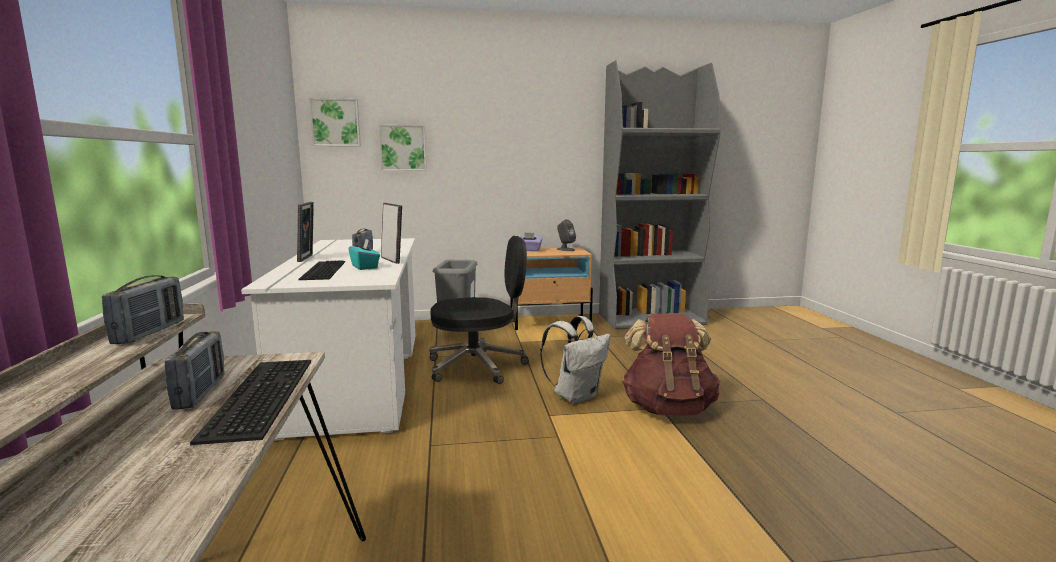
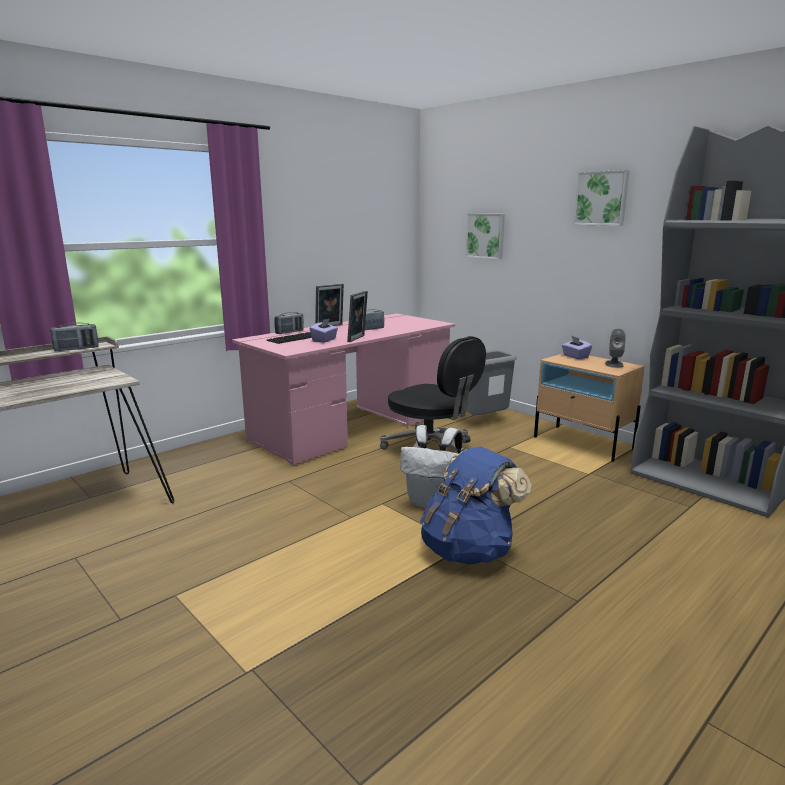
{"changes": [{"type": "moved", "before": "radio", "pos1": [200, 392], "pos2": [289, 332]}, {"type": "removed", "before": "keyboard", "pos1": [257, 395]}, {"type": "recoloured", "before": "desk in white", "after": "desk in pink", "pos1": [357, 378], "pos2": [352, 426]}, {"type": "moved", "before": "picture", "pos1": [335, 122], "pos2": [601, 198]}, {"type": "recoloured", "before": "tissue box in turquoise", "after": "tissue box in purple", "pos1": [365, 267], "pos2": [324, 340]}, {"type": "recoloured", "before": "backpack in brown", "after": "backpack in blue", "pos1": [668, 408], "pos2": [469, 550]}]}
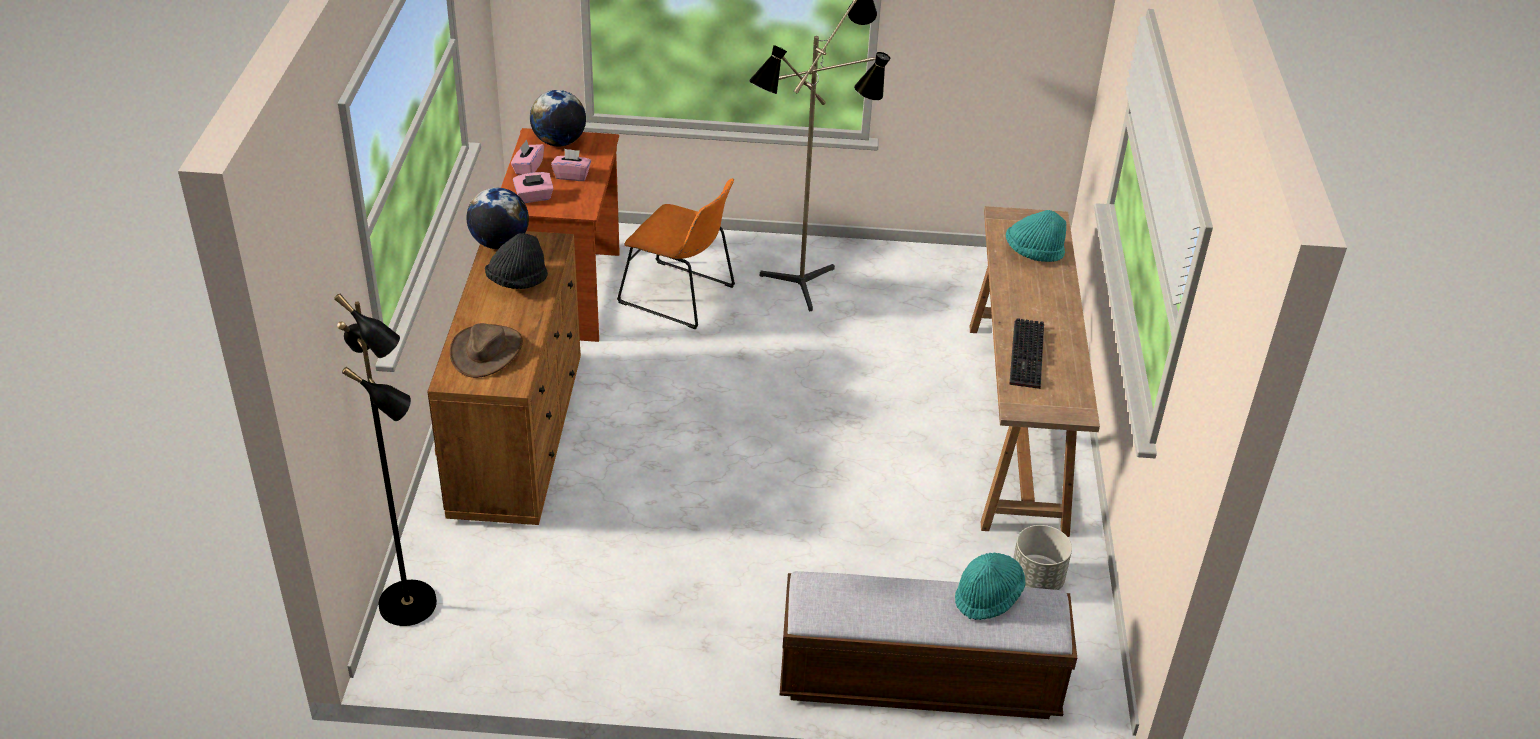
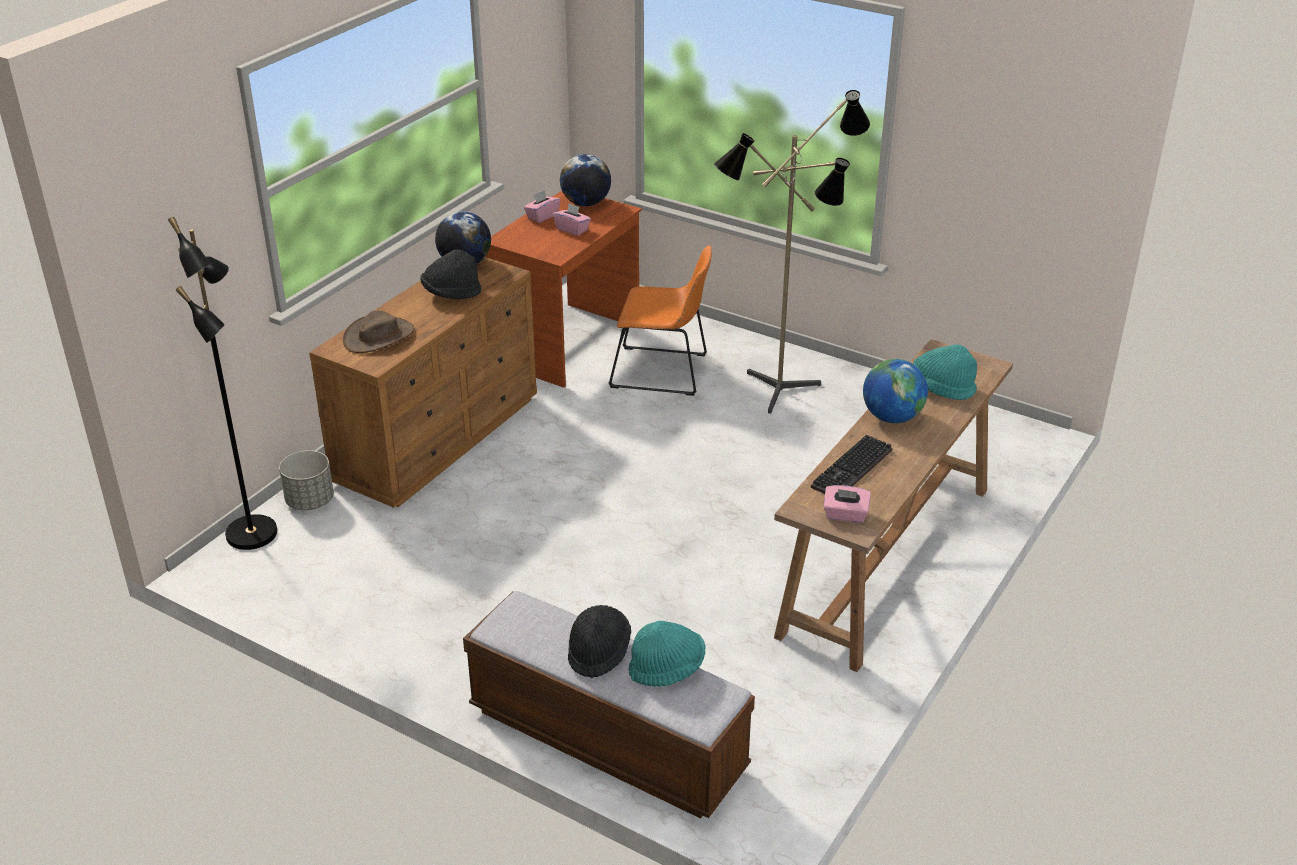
{"changes": [{"type": "moved", "before": "tissue box in pink", "pos1": [534, 197], "pos2": [845, 515]}, {"type": "turned", "before": "chair in orange", "pos1": [681, 296], "pos2": [663, 372], "turn": -45}, {"type": "moved", "before": "planter in grey", "pos1": [1037, 580], "pos2": [310, 502]}, {"type": "added", "after": "hat in black", "pos2": [598, 652]}, {"type": "added", "after": "globe", "pos2": [892, 417]}]}
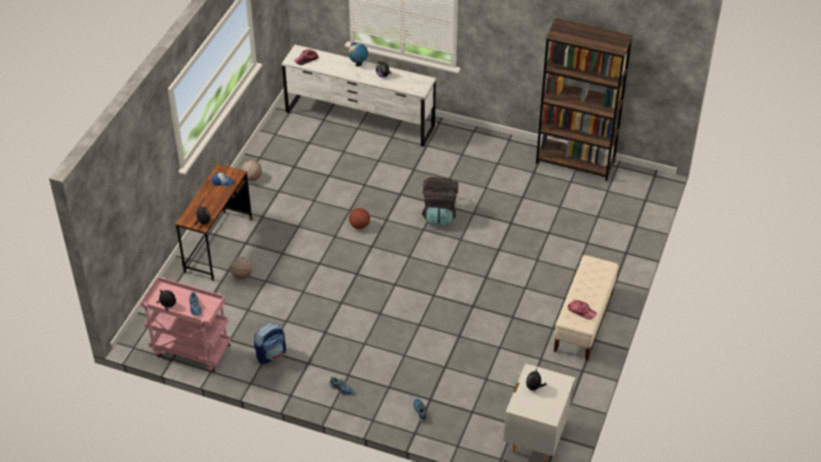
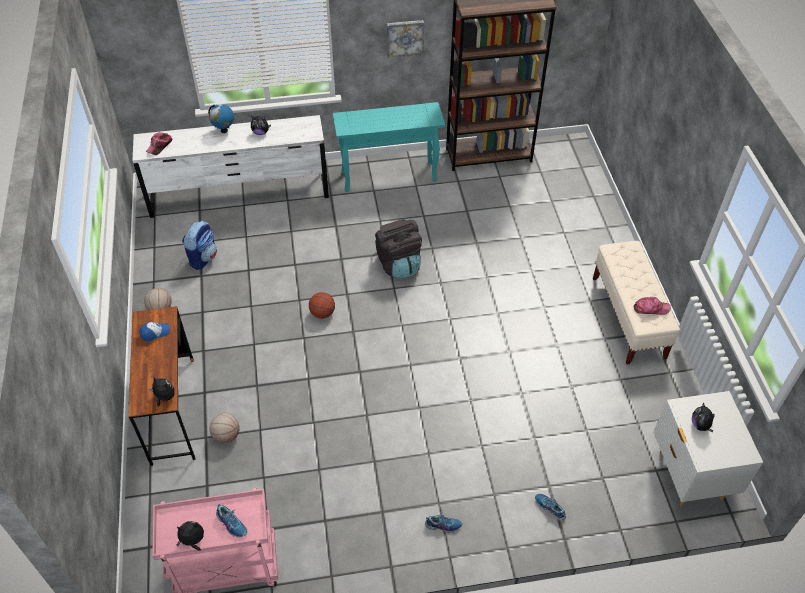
{"changes": [{"type": "moved", "before": "backpack", "pos1": [271, 354], "pos2": [203, 258]}, {"type": "added", "after": "console table in turquoise", "pos2": [390, 176]}, {"type": "added", "after": "picture", "pos2": [405, 37]}]}
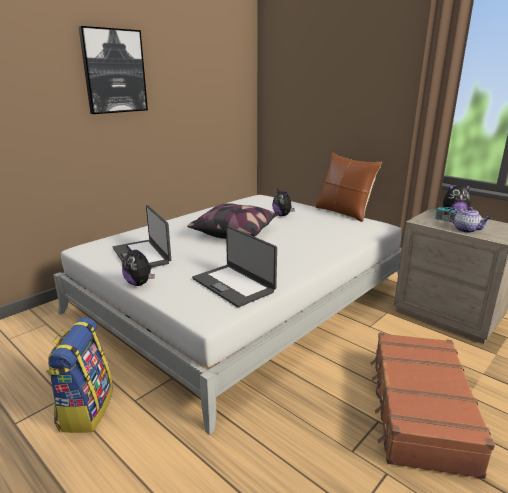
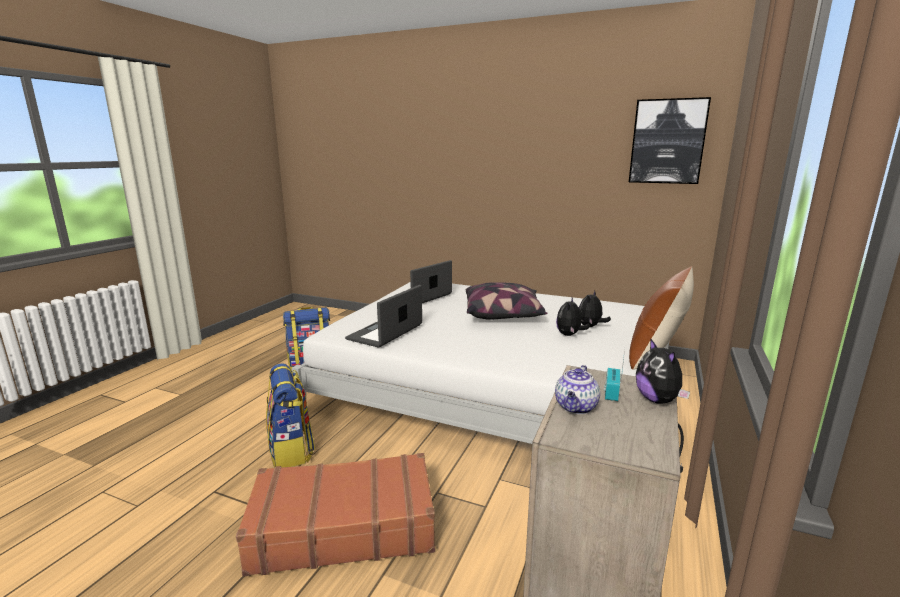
{"changes": [{"type": "moved", "before": "picture", "pos1": [114, 71], "pos2": [667, 141]}, {"type": "moved", "before": "plush toy", "pos1": [139, 283], "pos2": [569, 335]}, {"type": "added", "after": "backpack", "pos2": [291, 451]}]}
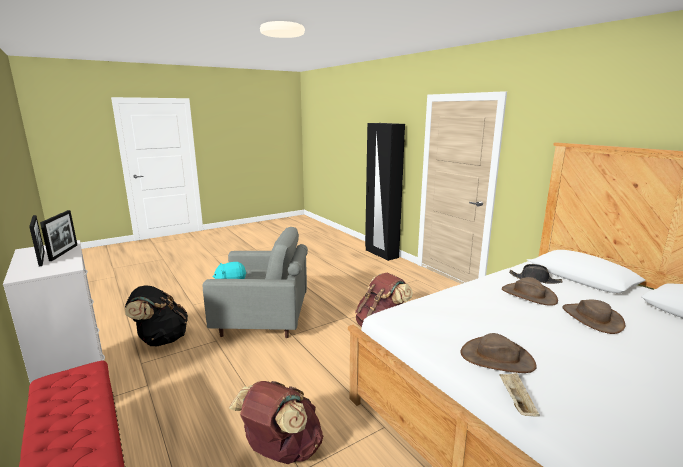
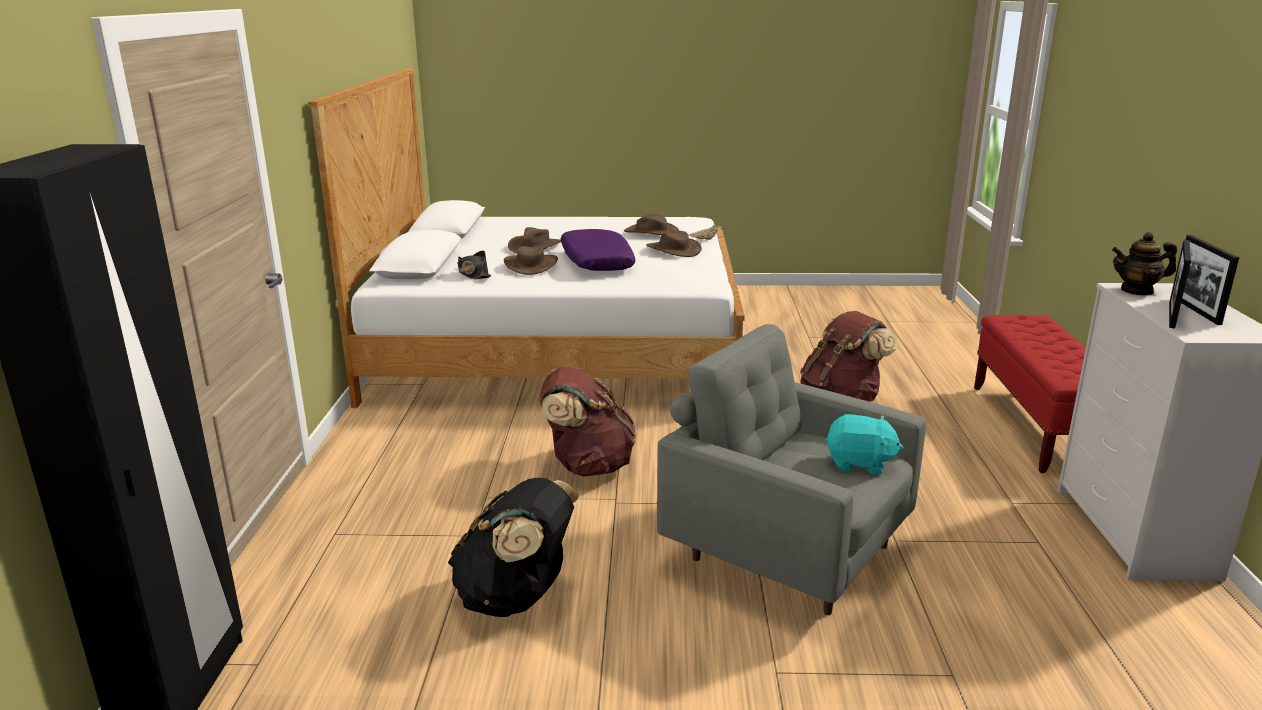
{"changes": [{"type": "moved", "before": "backpack in black", "pos1": [161, 339], "pos2": [517, 598]}, {"type": "added", "after": "pillow in purple", "pos2": [596, 262]}, {"type": "added", "after": "hat in brown", "pos2": [651, 232]}, {"type": "added", "after": "teapot", "pos2": [1137, 290]}]}
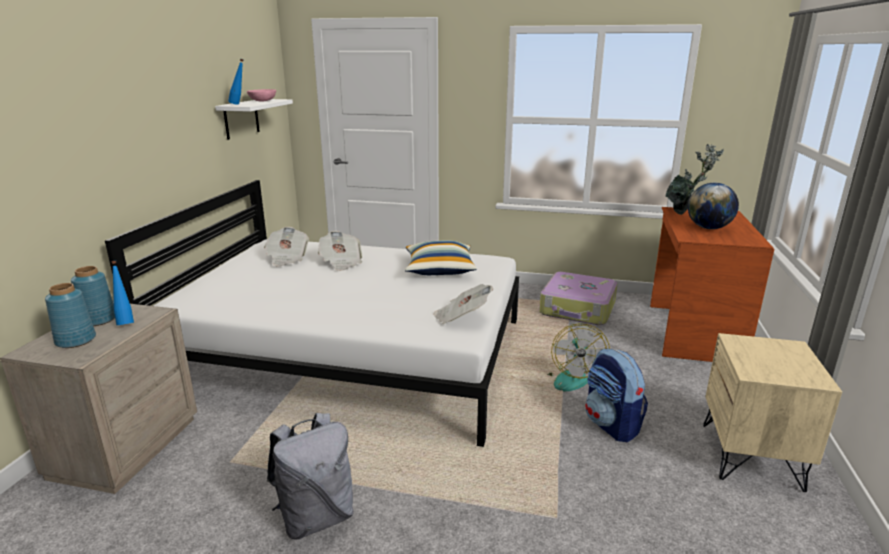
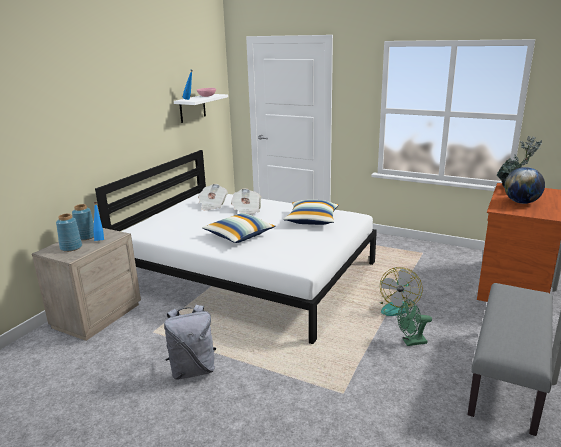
{"changes": [{"type": "removed", "before": "newspaper", "pos1": [461, 318]}, {"type": "removed", "before": "suitcase", "pos1": [578, 309]}, {"type": "replaced", "before": "backpack", "after": "fan in green", "pos1": [611, 425], "pos2": [411, 342]}, {"type": "replaced", "before": "nightstand in beige", "after": "bench in grey", "pos1": [751, 456], "pos2": [508, 377]}, {"type": "added", "after": "pillow", "pos2": [239, 236]}]}
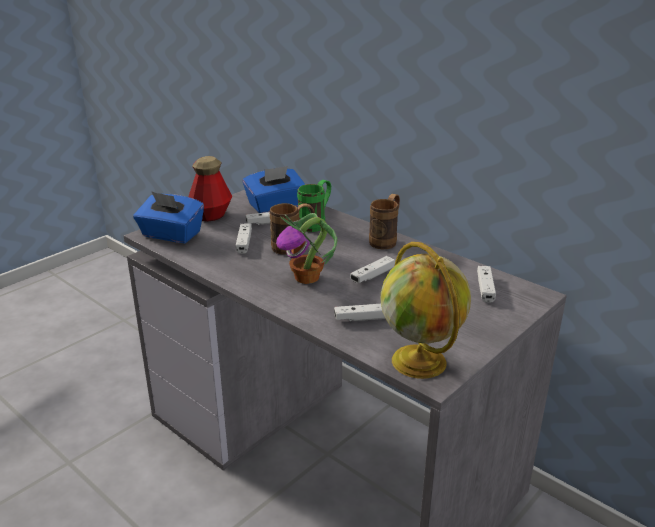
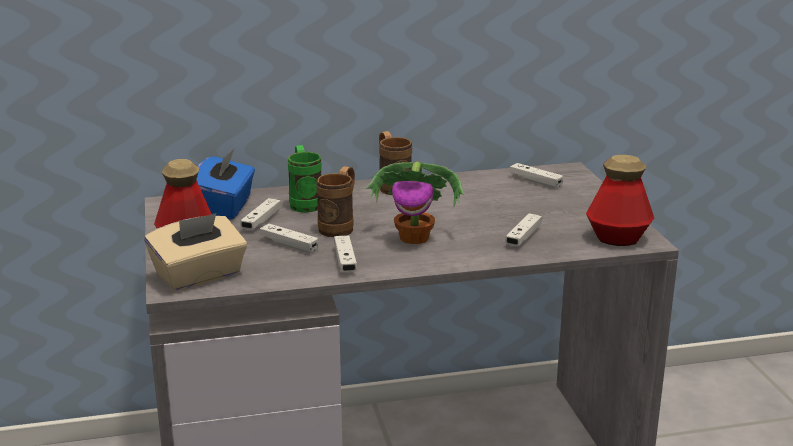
{"changes": [{"type": "recoloured", "before": "tissue box in blue", "after": "tissue box in beige", "pos1": [171, 235], "pos2": [199, 276]}, {"type": "moved", "before": "game controller in white", "pos1": [372, 276], "pos2": [345, 261]}, {"type": "replaced", "before": "globe", "after": "bottle", "pos1": [420, 362], "pos2": [617, 238]}]}
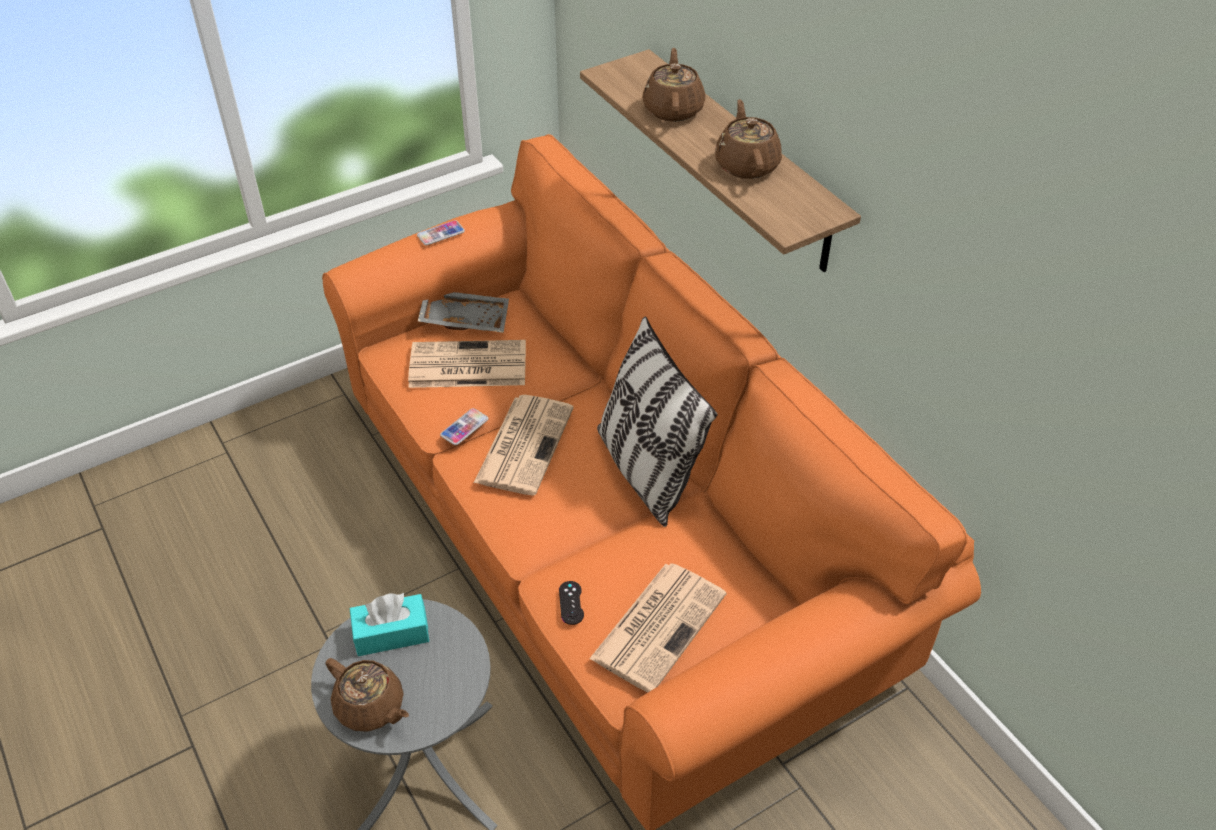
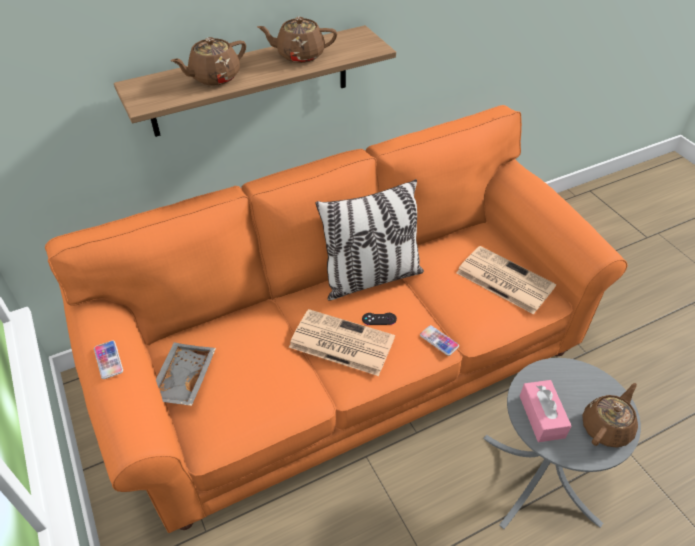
{"changes": [{"type": "recoloured", "before": "tissue box in turquoise", "after": "tissue box in pink", "pos1": [391, 633], "pos2": [541, 416]}, {"type": "removed", "before": "newspaper", "pos1": [466, 366]}, {"type": "moved", "before": "phone", "pos1": [464, 427], "pos2": [439, 341]}, {"type": "moved", "before": "game controller in black", "pos1": [571, 603], "pos2": [379, 319]}, {"type": "turned", "before": "teapot in brown", "pos1": [673, 109], "pos2": [214, 77], "turn": -45}]}
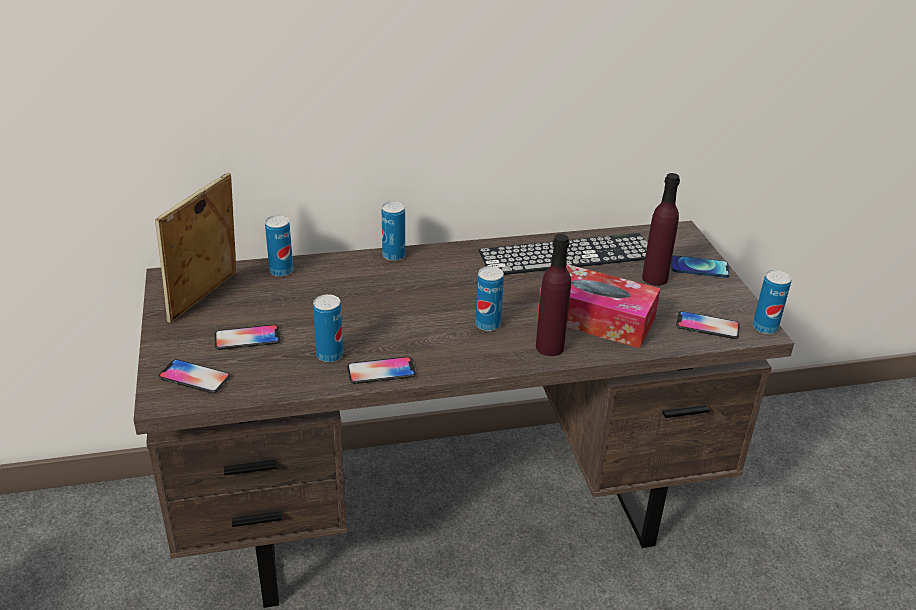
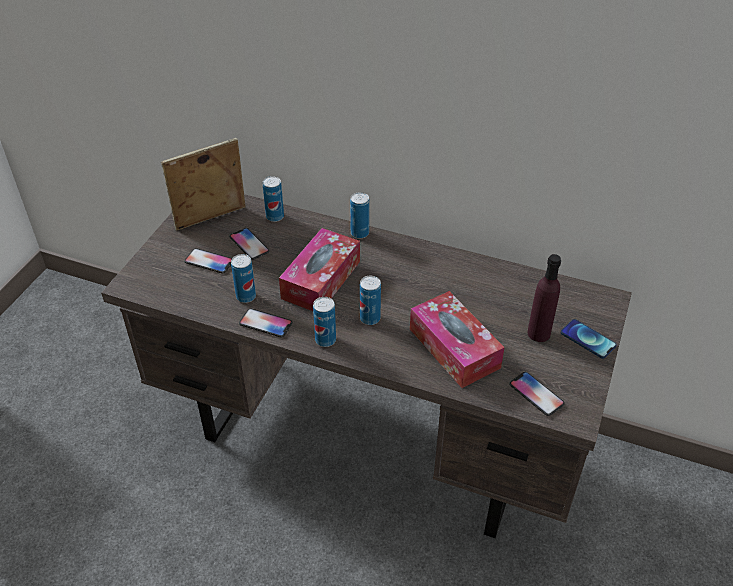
{"changes": [{"type": "moved", "before": "phone", "pos1": [194, 377], "pos2": [249, 244]}, {"type": "removed", "before": "keyboard", "pos1": [567, 255]}, {"type": "removed", "before": "bottle in purple", "pos1": [549, 347]}, {"type": "moved", "before": "can", "pos1": [765, 328], "pos2": [325, 340]}, {"type": "added", "after": "tissue box", "pos2": [321, 280]}]}
